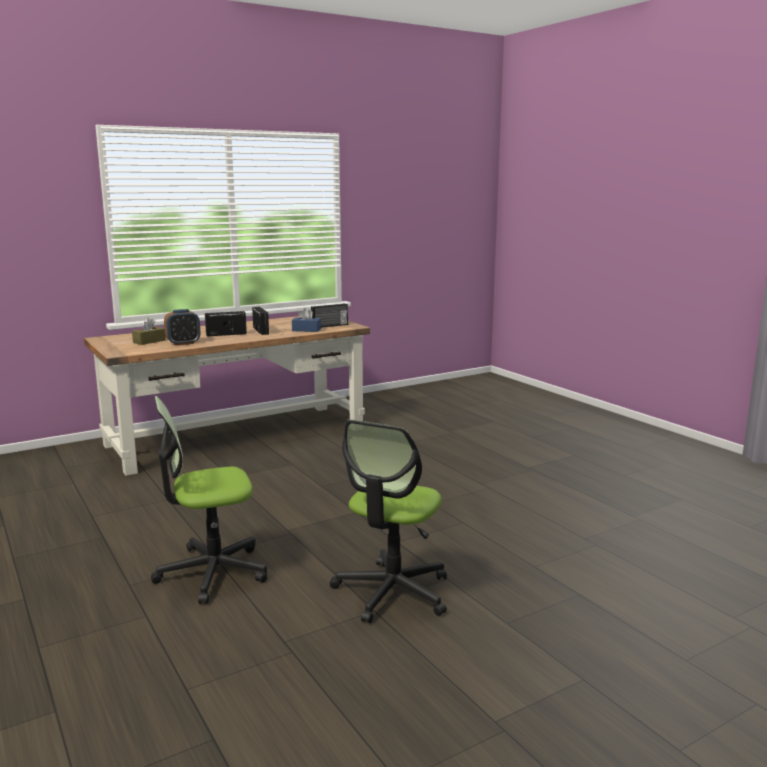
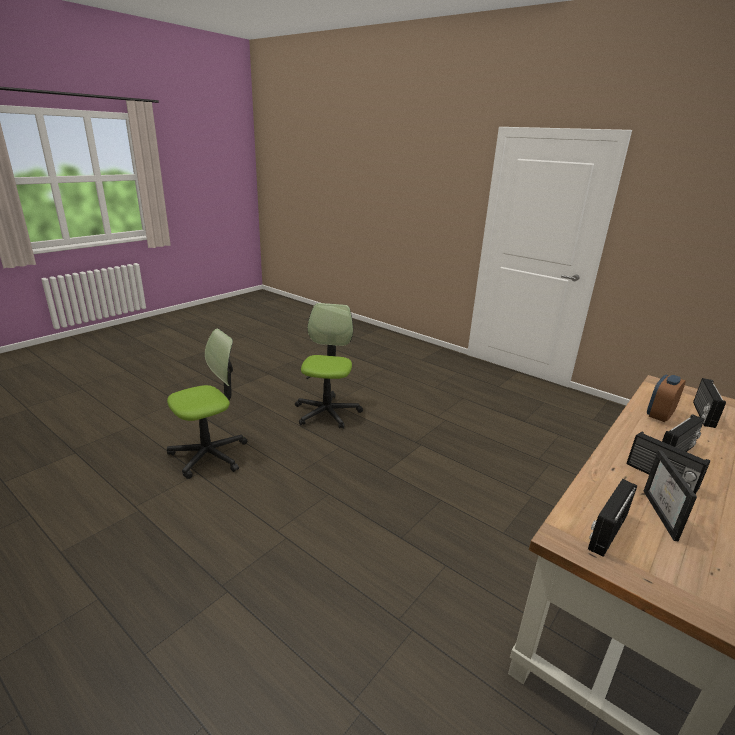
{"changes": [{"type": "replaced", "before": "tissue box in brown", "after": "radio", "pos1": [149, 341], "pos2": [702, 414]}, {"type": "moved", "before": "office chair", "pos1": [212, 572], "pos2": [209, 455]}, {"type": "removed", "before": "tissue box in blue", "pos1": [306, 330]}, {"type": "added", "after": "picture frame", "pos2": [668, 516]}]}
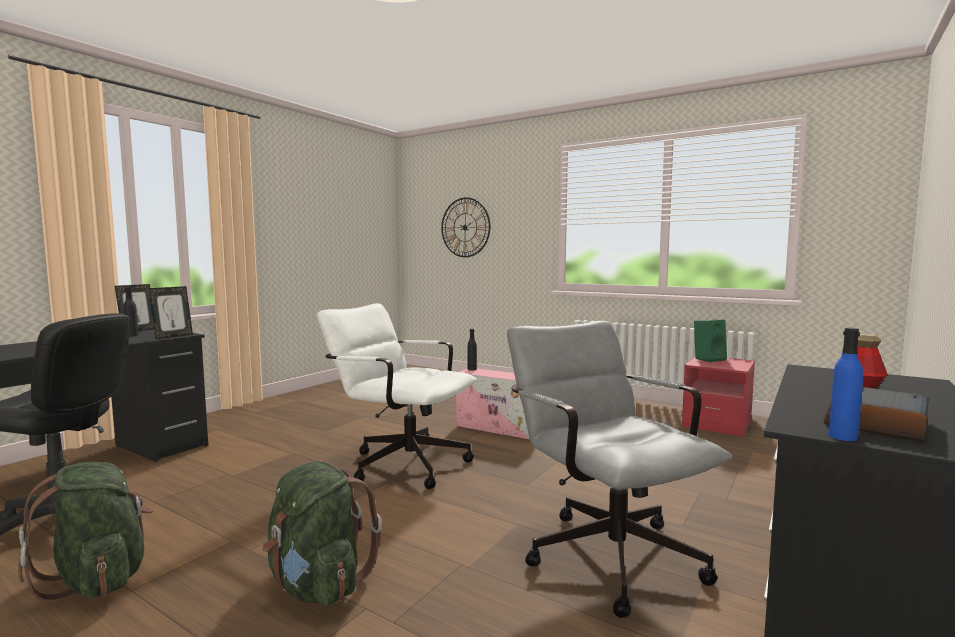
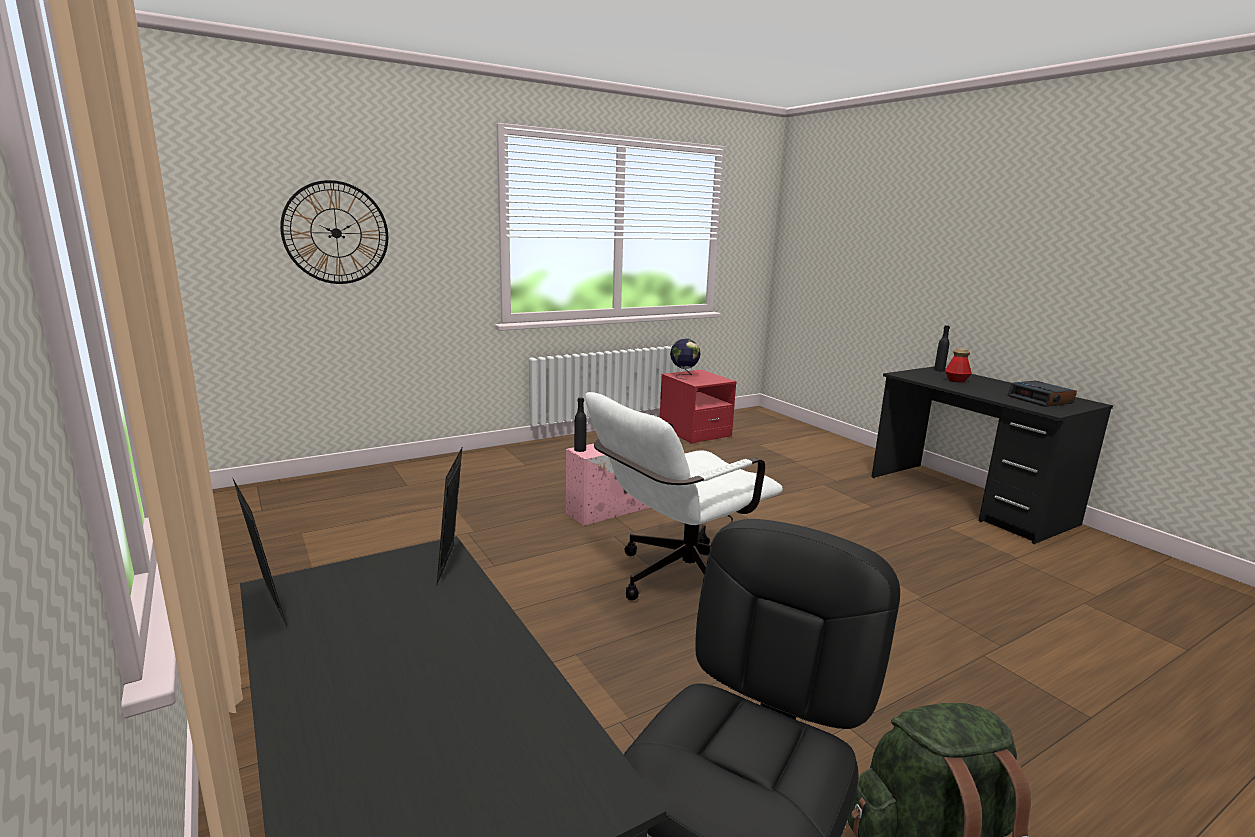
{"changes": [{"type": "moved", "before": "bottle in black", "pos1": [132, 335], "pos2": [939, 370]}, {"type": "turned", "before": "picture frame", "pos1": [173, 336], "pos2": [452, 564], "turn": -150}, {"type": "removed", "before": "backpack in green", "pos1": [318, 585]}, {"type": "removed", "before": "office chair in grey", "pos1": [604, 550]}, {"type": "replaced", "before": "speaker in green", "after": "globe", "pos1": [709, 359], "pos2": [684, 376]}, {"type": "removed", "before": "bottle in blue", "pos1": [842, 436]}]}
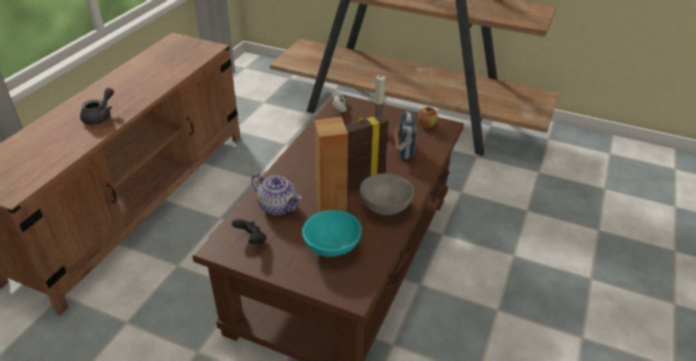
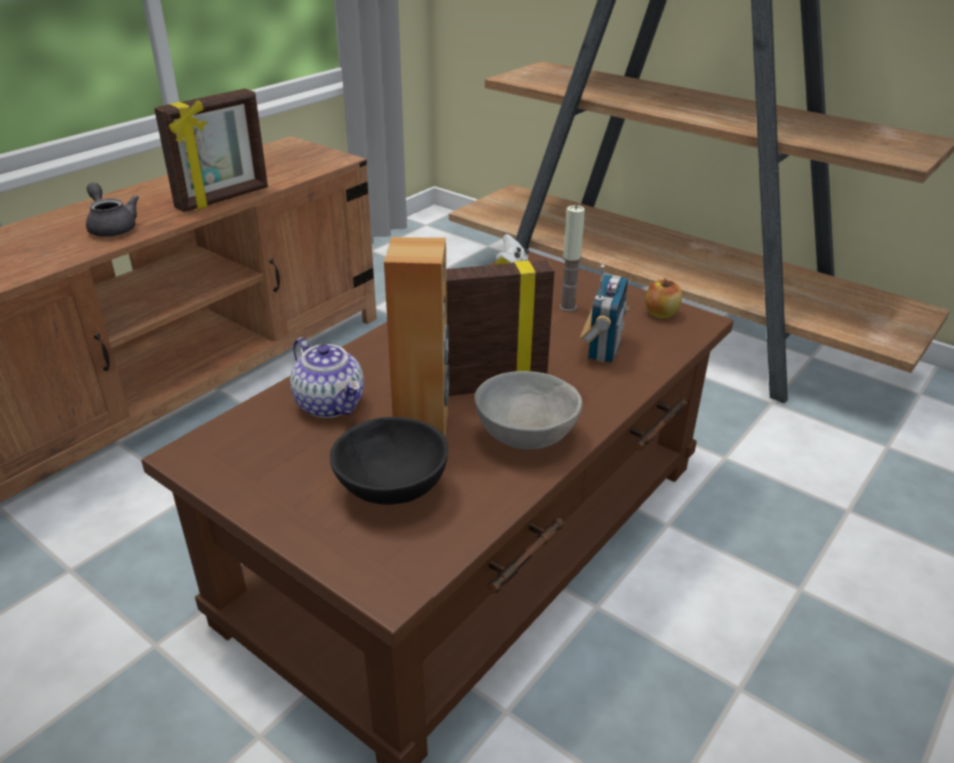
{"changes": [{"type": "turned", "before": "teapot in grey", "pos1": [100, 116], "pos2": [112, 227], "turn": -75}, {"type": "removed", "before": "game controller in black", "pos1": [251, 240]}, {"type": "recoloured", "before": "bowl in turquoise", "after": "bowl in black", "pos1": [332, 248], "pos2": [392, 491]}, {"type": "added", "after": "picture frame", "pos2": [223, 199]}]}
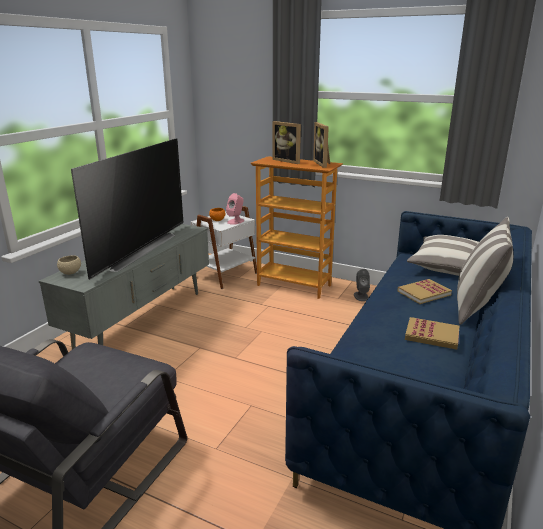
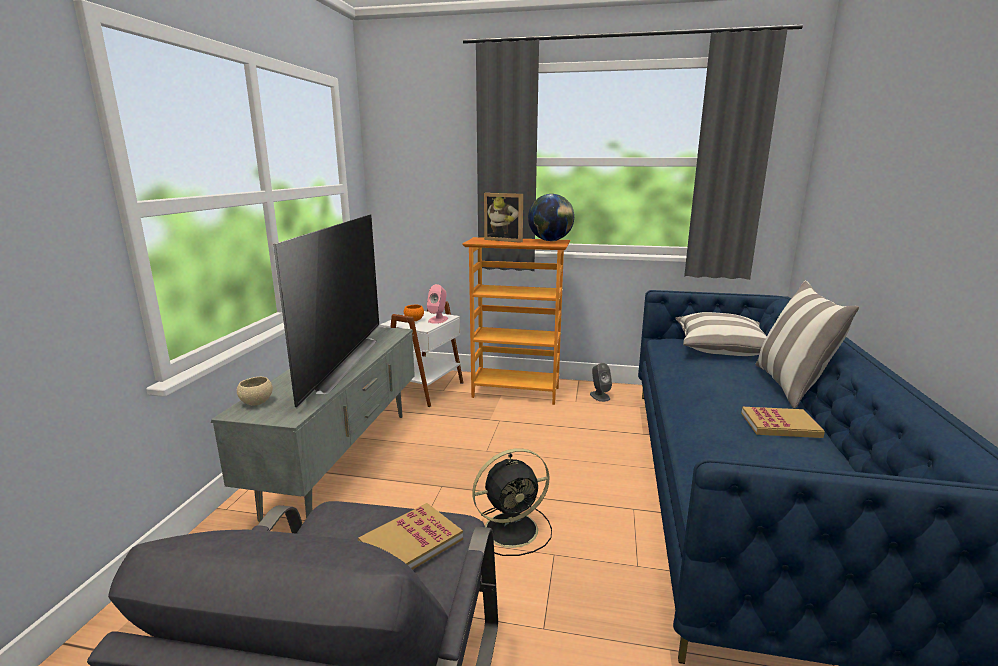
{"changes": [{"type": "replaced", "before": "picture frame", "after": "globe", "pos1": [323, 164], "pos2": [550, 241]}, {"type": "moved", "before": "book", "pos1": [424, 293], "pos2": [411, 542]}, {"type": "added", "after": "fan in black", "pos2": [513, 529]}]}
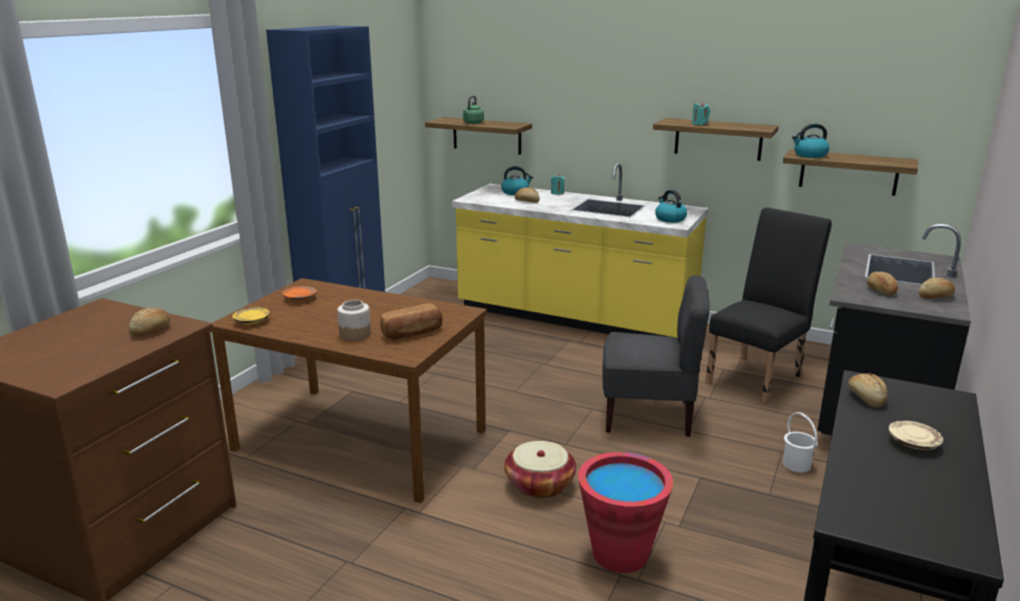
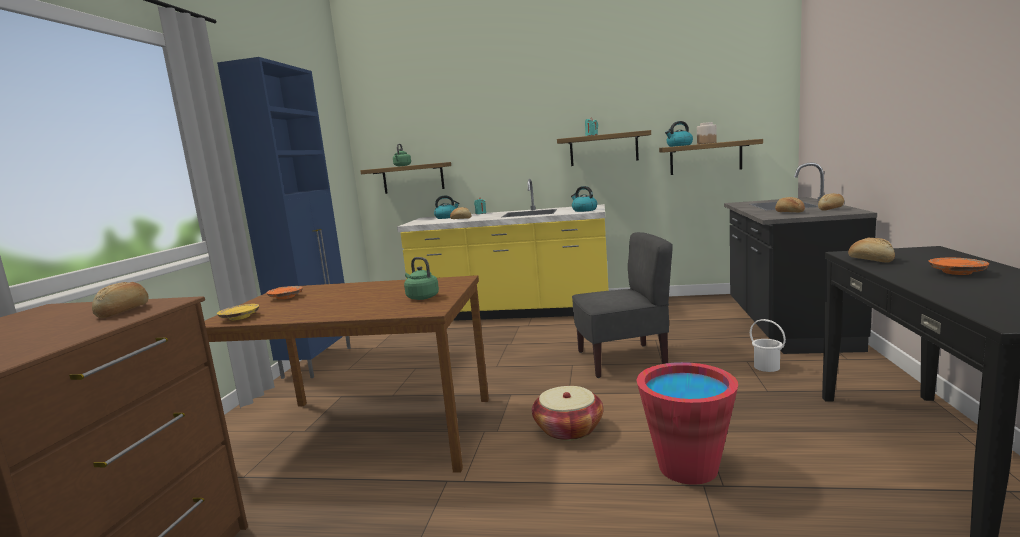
{"changes": [{"type": "moved", "before": "jar", "pos1": [355, 334], "pos2": [706, 143]}, {"type": "replaced", "before": "bread", "after": "kettle in green", "pos1": [412, 333], "pos2": [421, 297]}, {"type": "removed", "before": "chair in black", "pos1": [758, 377]}, {"type": "recoloured", "before": "plate in beige", "after": "plate in orange", "pos1": [913, 443], "pos2": [957, 272]}]}
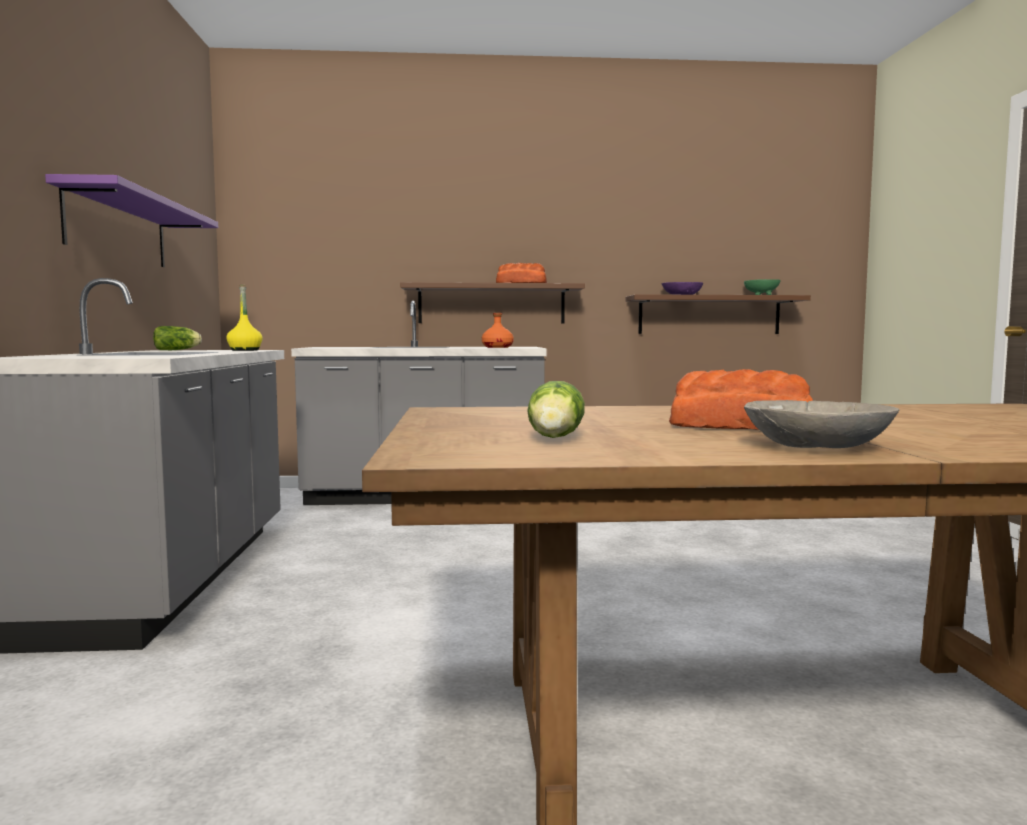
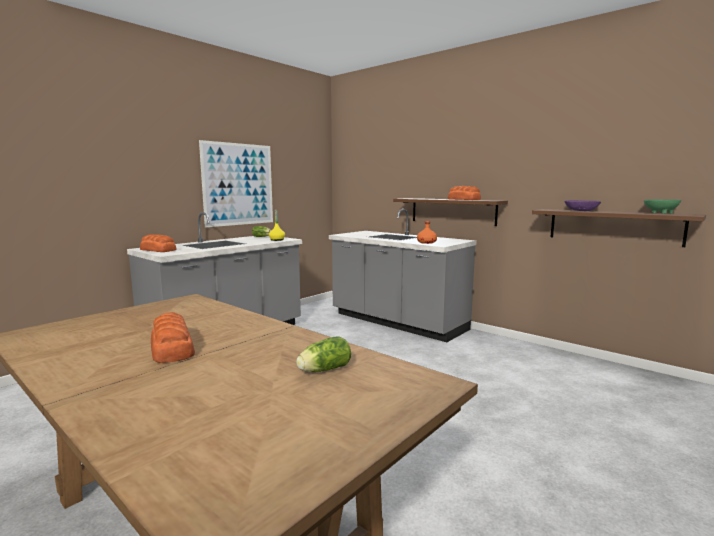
{"changes": [{"type": "replaced", "before": "shelf in purple", "after": "picture", "pos1": [118, 229], "pos2": [238, 184]}, {"type": "moved", "before": "lettuce", "pos1": [554, 438], "pos2": [323, 370]}, {"type": "removed", "before": "bowl in grey", "pos1": [819, 447]}, {"type": "added", "after": "bread", "pos2": [158, 250]}]}
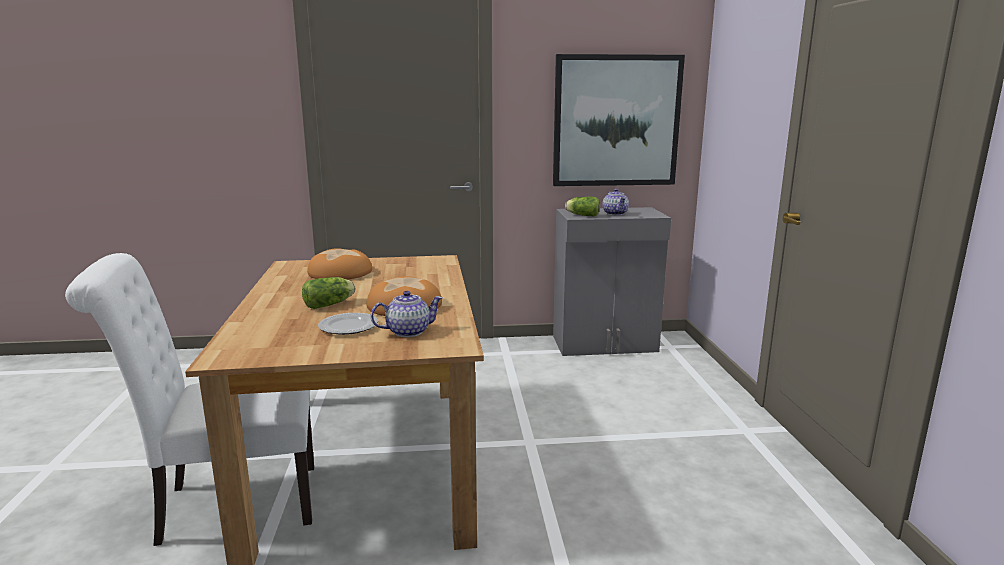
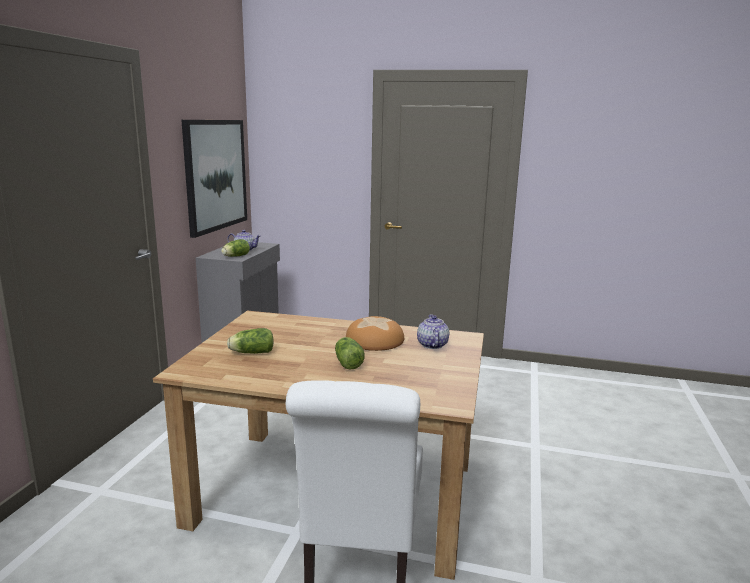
{"changes": [{"type": "replaced", "before": "bread", "after": "lettuce", "pos1": [340, 273], "pos2": [251, 352]}, {"type": "removed", "before": "plate", "pos1": [349, 327]}]}
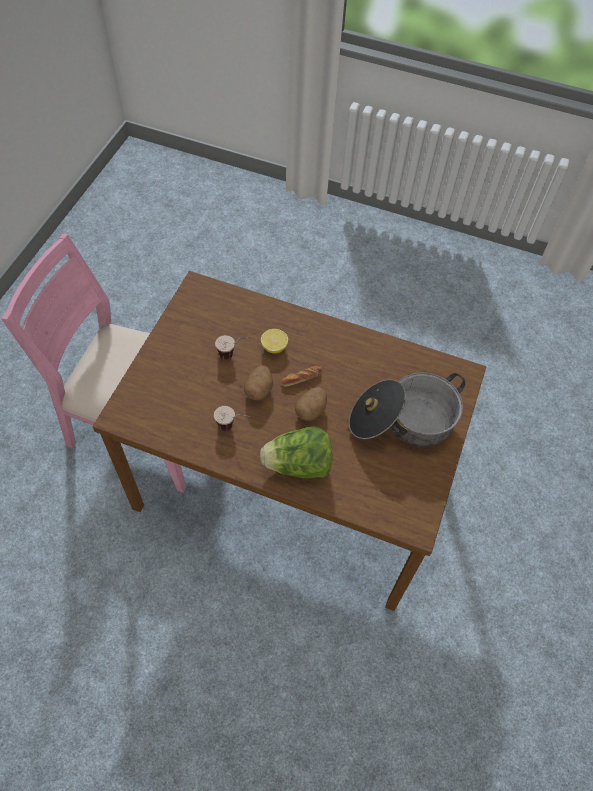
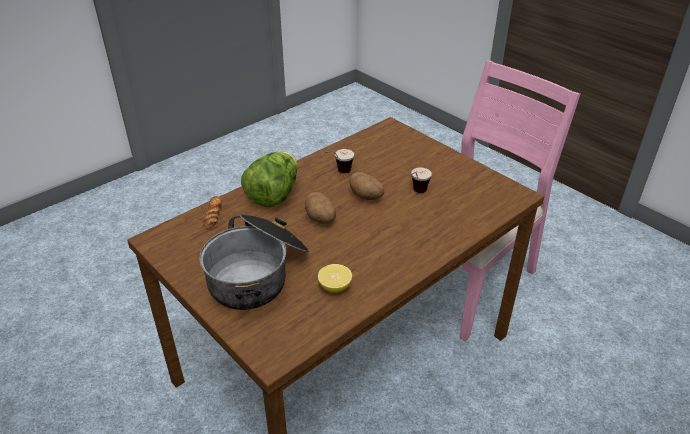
{"changes": [{"type": "moved", "before": "lemon", "pos1": [274, 347], "pos2": [335, 287]}, {"type": "moved", "before": "bread", "pos1": [302, 378], "pos2": [213, 215]}]}
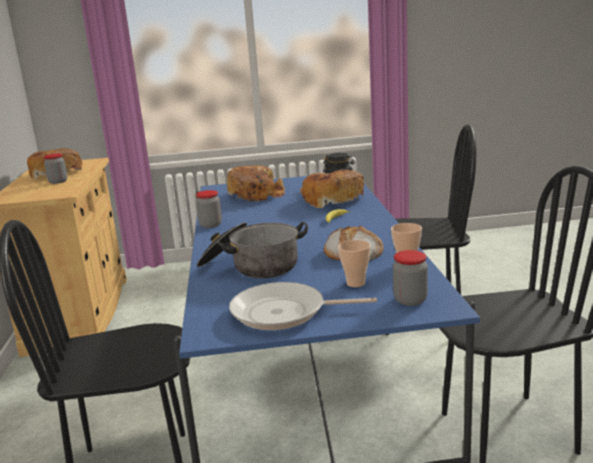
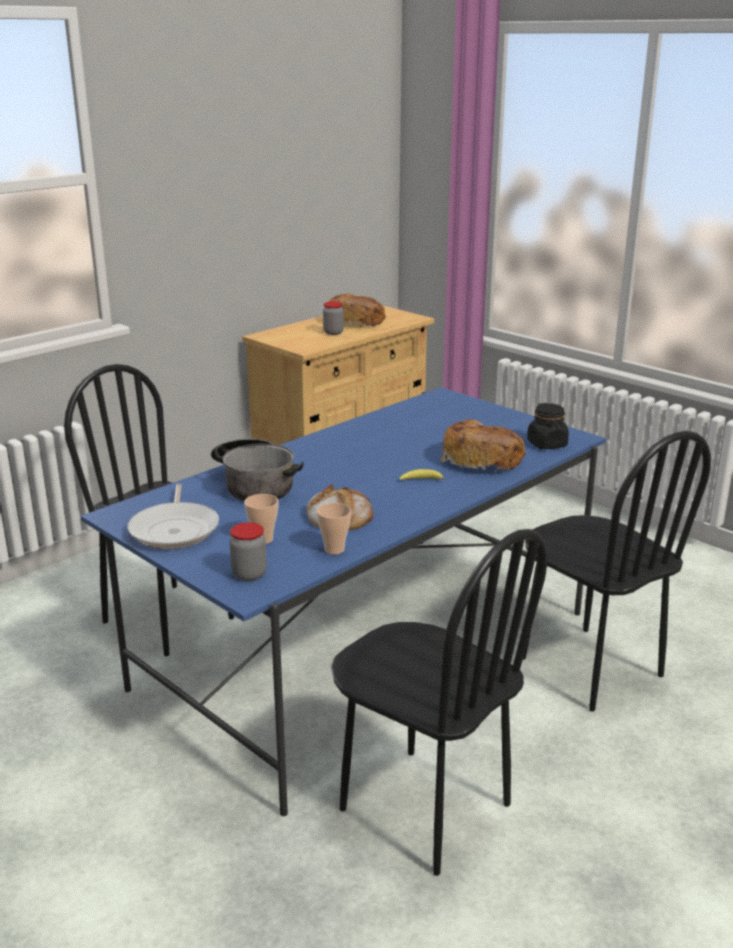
{"changes": [{"type": "removed", "before": "jar", "pos1": [210, 225]}, {"type": "removed", "before": "bread", "pos1": [256, 194]}, {"type": "turned", "before": "frying pan", "pos1": [284, 313], "pos2": [175, 529], "turn": -150}]}
